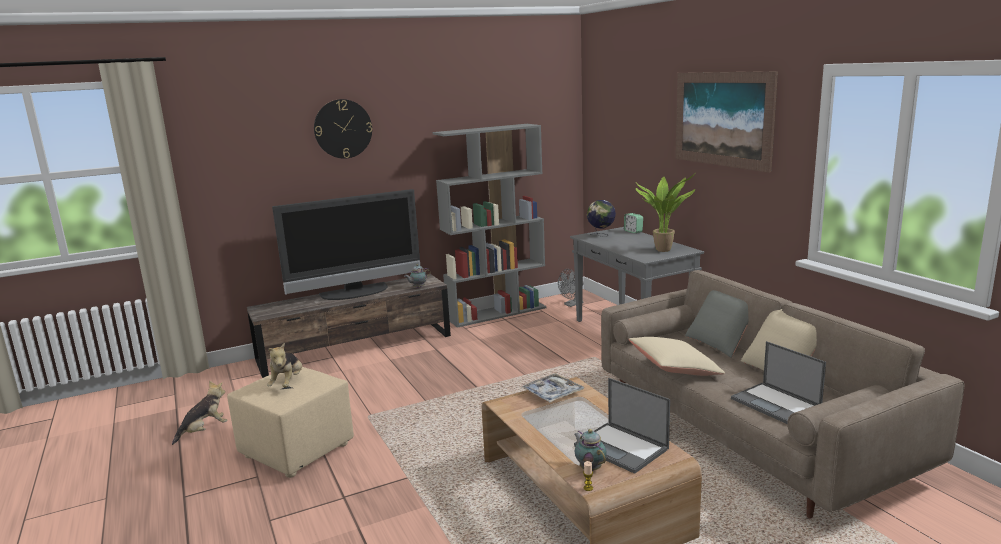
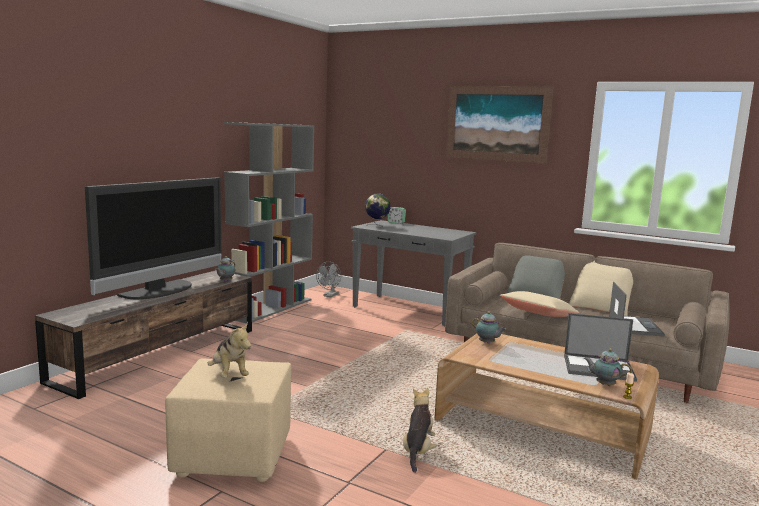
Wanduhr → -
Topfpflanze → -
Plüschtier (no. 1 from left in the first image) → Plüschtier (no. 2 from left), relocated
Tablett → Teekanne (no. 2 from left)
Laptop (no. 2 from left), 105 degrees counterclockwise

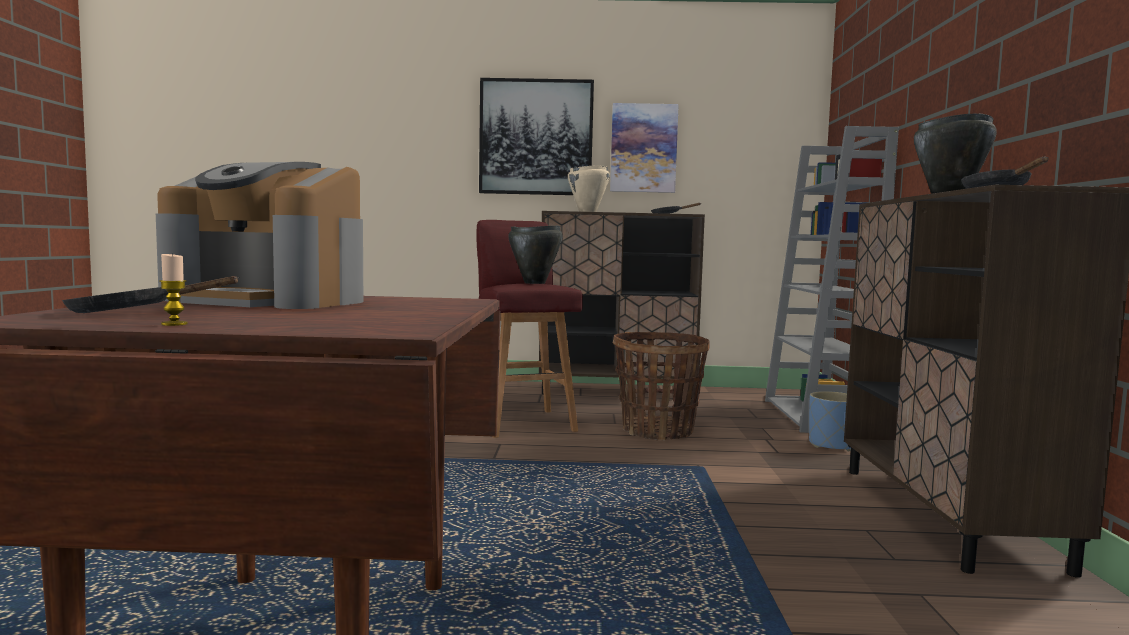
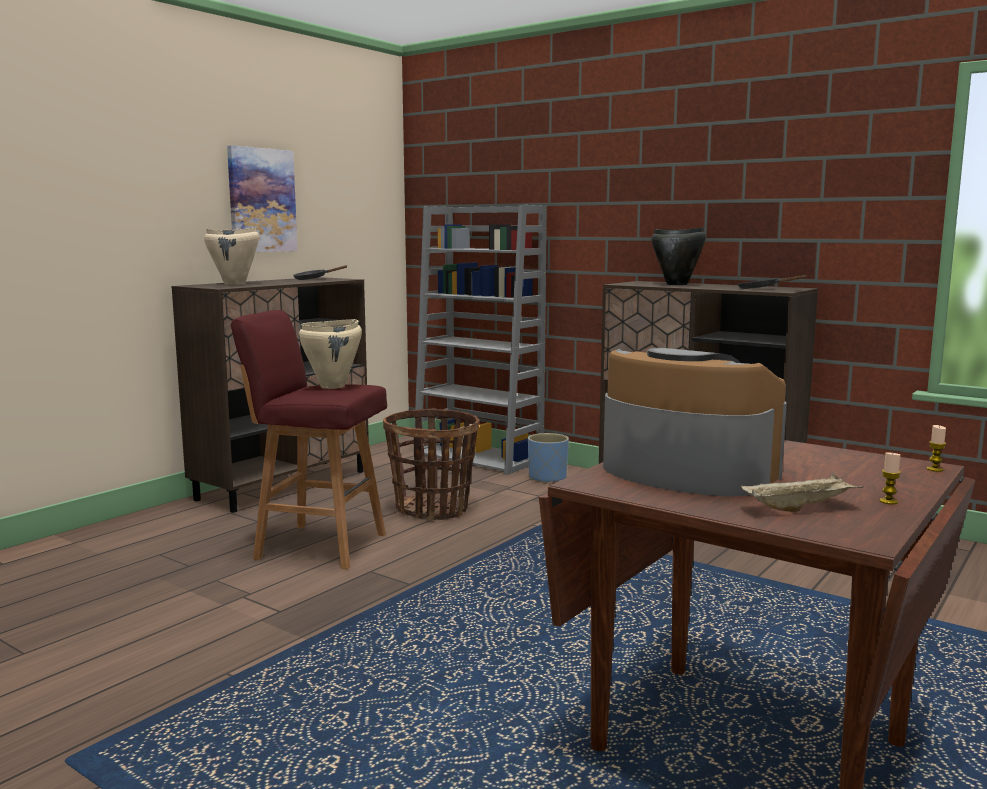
Bild (no. 1 from left) → -
- → Kerze (no. 2 from left)
Pfanne [schwarz] (no. 1 from left) → Tablett [beige]
Kochtopf [schwarz] (no. 1 from left) → Kochtopf [beige] (no. 2 from left)
Kaffeemaschine, 105 degrees counterclockwise

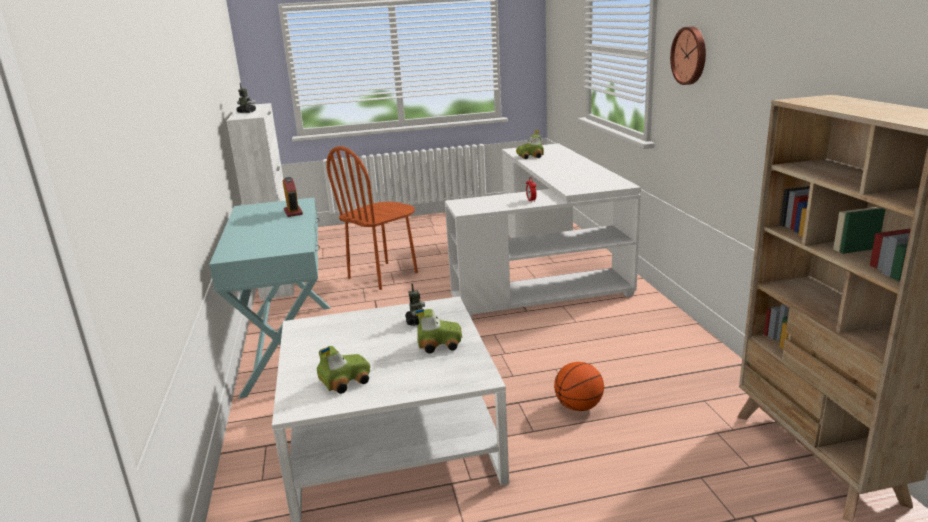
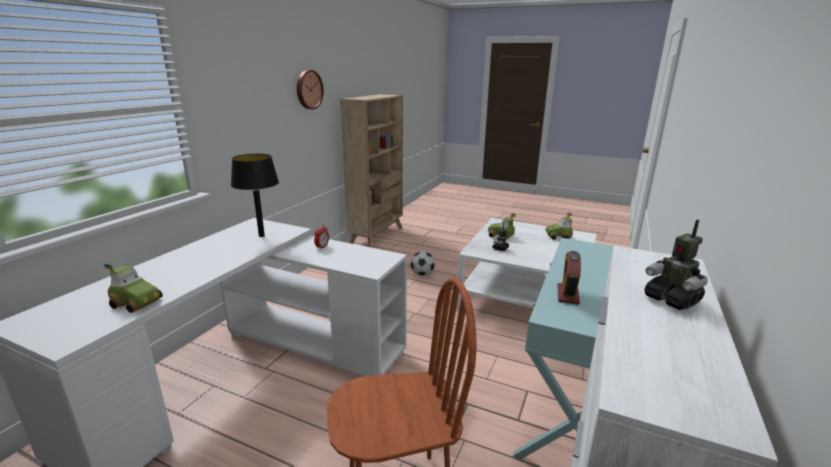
- → Tischlampe [schwarz]
Wanduhr, relocated
Basketball → Fußball

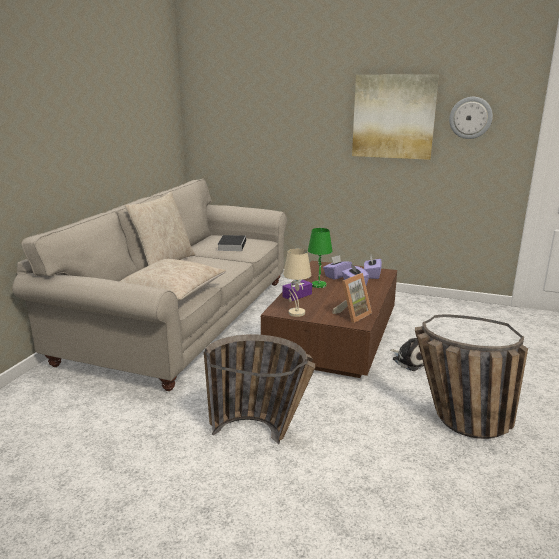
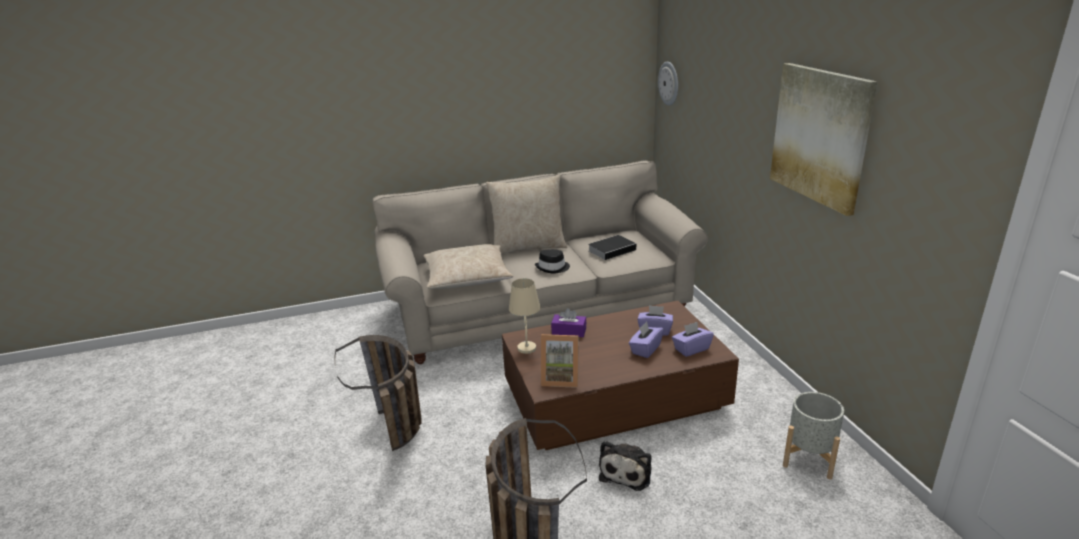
Tischlampe [grün] → -
- → Hut [schwarz]
- → Pflanzkübel [grau]
Wanduhr, relocated

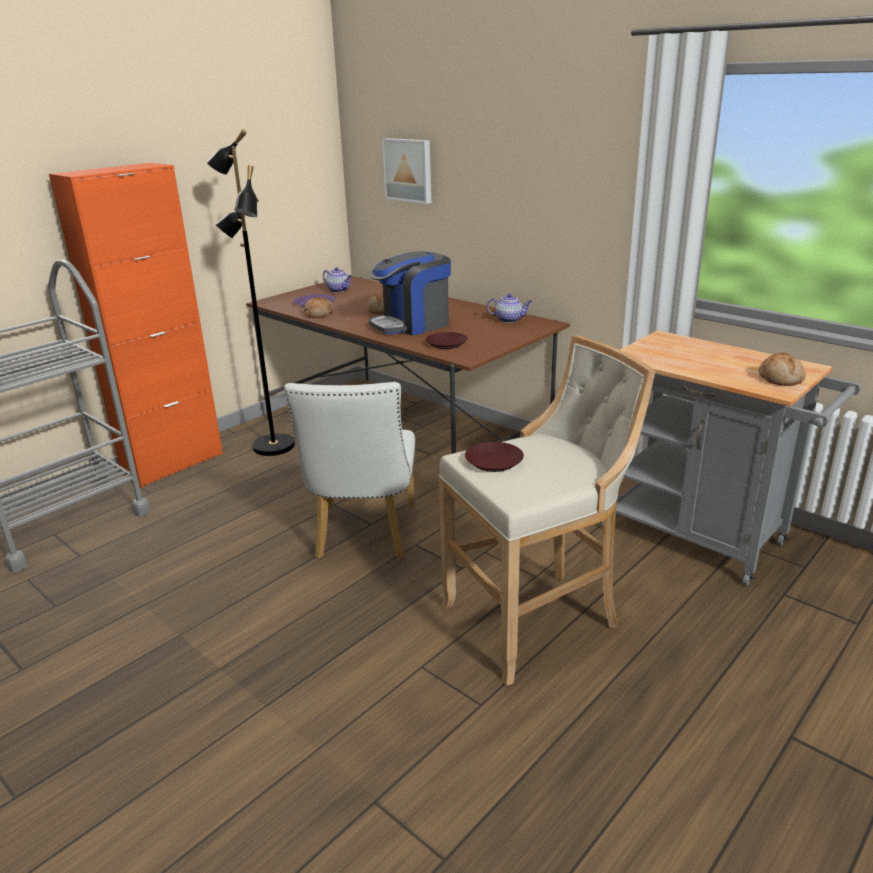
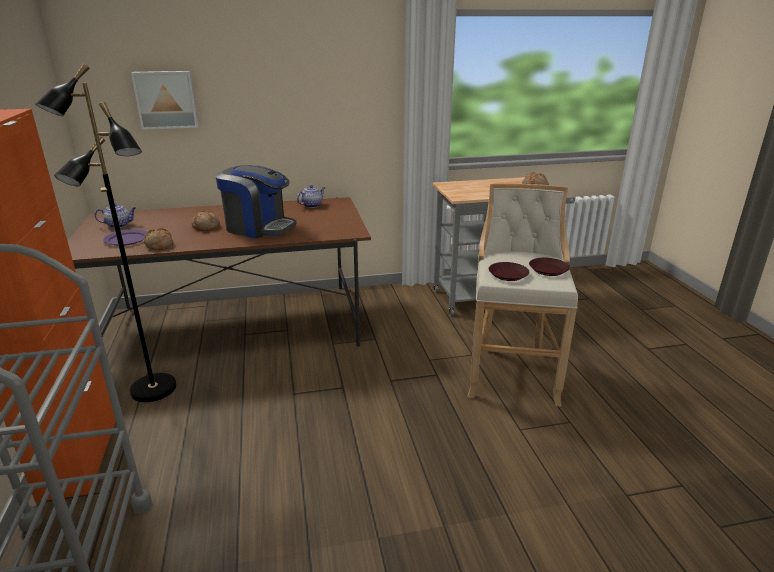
Stuhl [weiß] → -
Teller [braun] (no. 1 from left in the first image) → Teller [braun] (no. 2 from left), relocated
Kaffeemaschine, 75 degrees counterclockwise

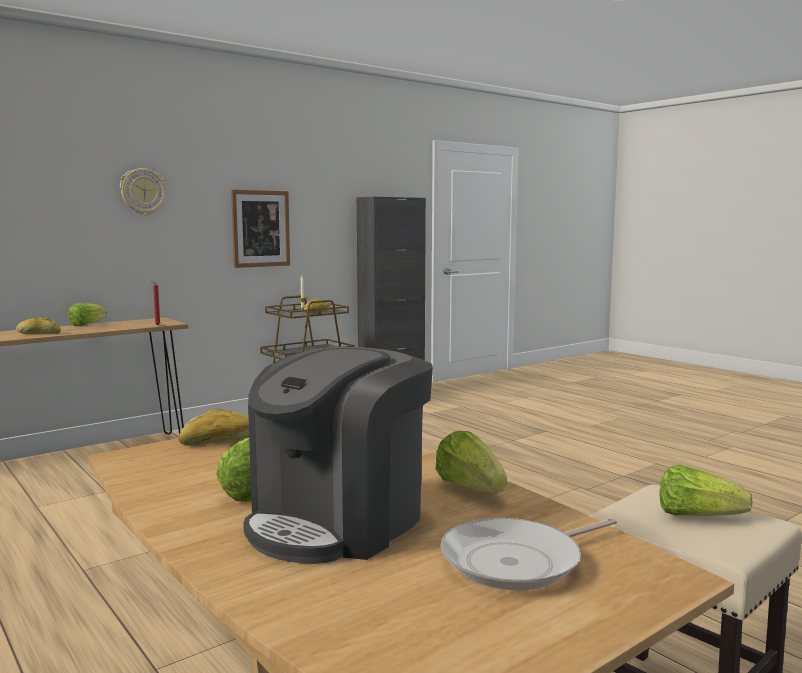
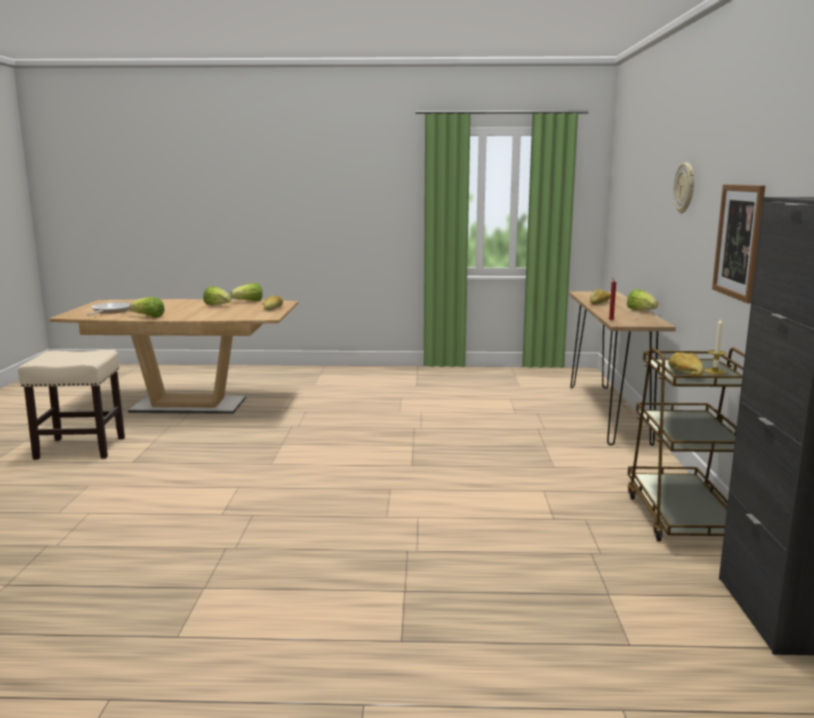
Kaffeemaschine → -
Salatkopf (no. 4 from left in the first image) → Salatkopf (no. 3 from left), relocated

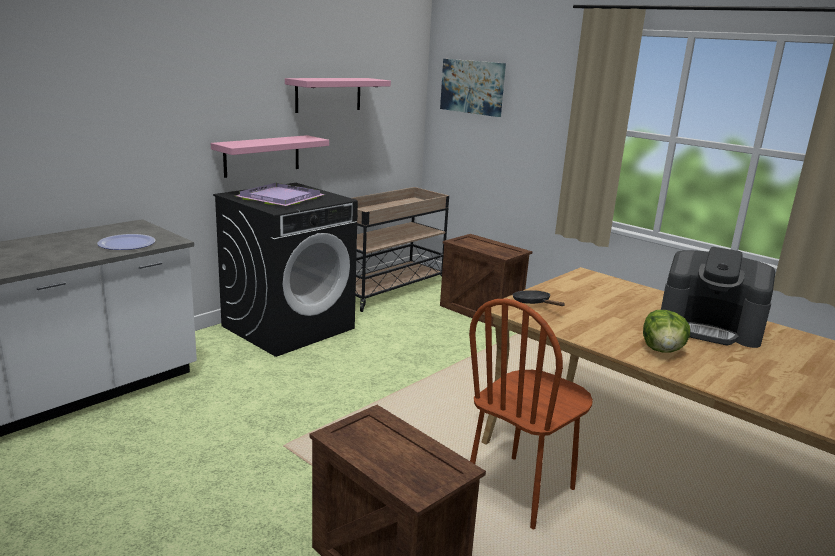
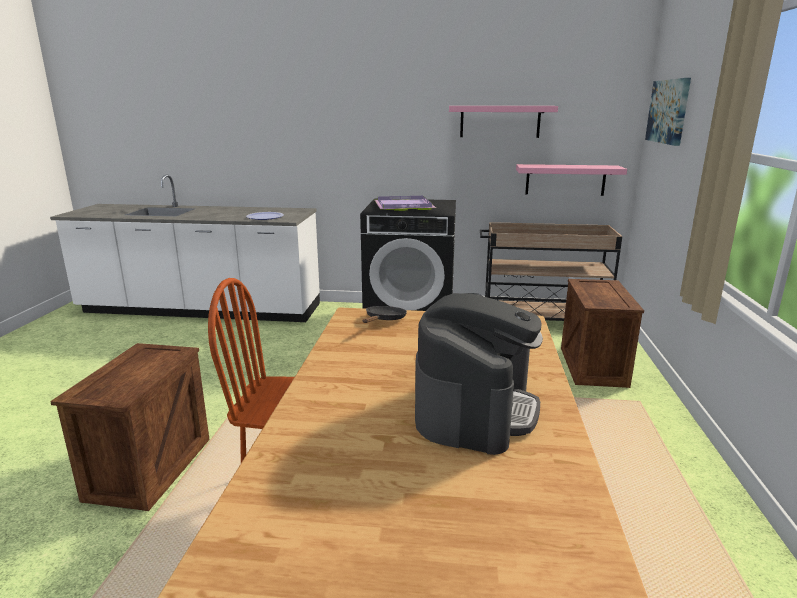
Salatkopf → -
Wandregal [rosa] (no. 1 from left in the first image) → Wandregal [rosa] (no. 2 from left), relocated
Kaffeemaschine, 150 degrees counterclockwise

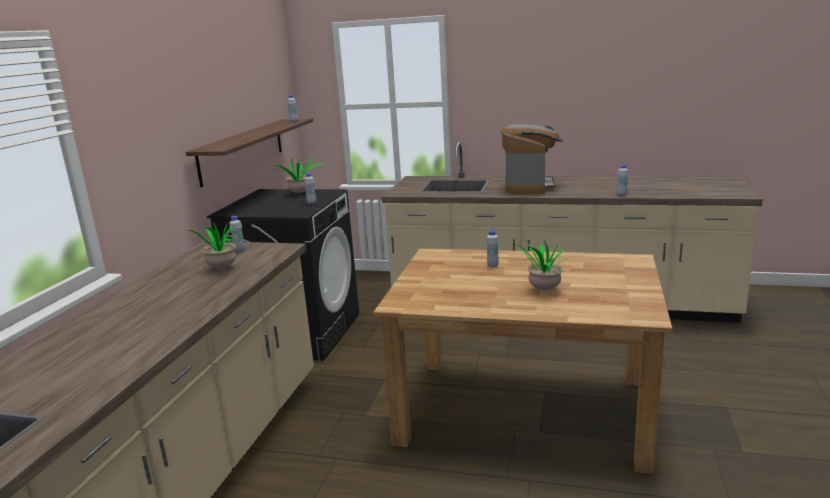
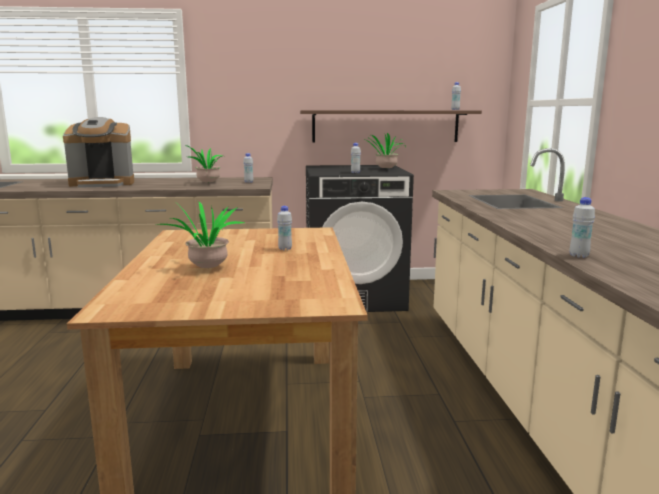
Kaffeemaschine, relocated

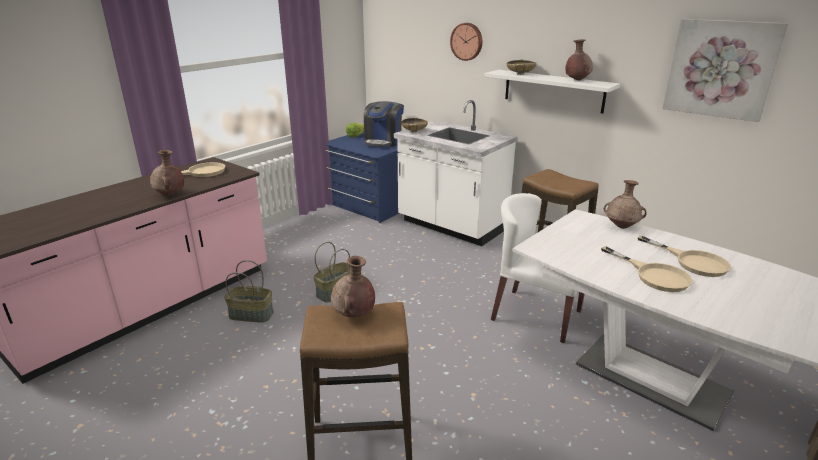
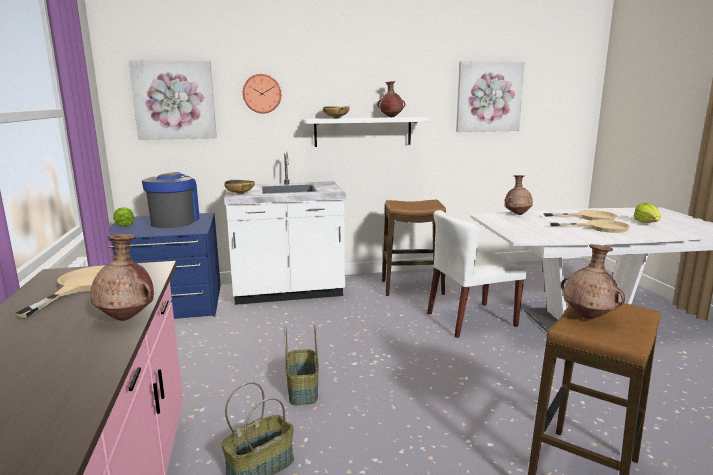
- → Bild (no. 1 from left)
- → Salatkopf (no. 2 from left)
Kaffeemaschine, 150 degrees counterclockwise

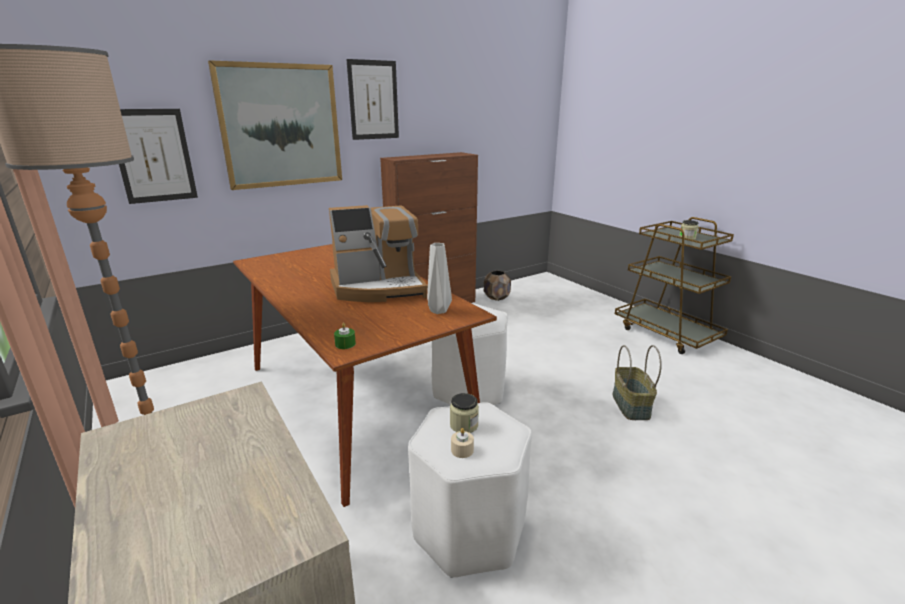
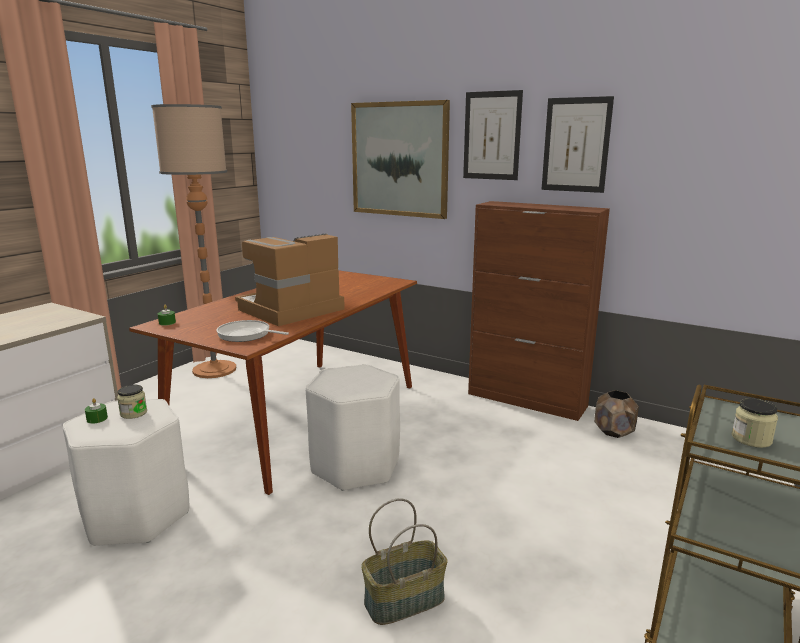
Bild (no. 1 from left in the first image) → Bild (no. 3 from left), relocated
Vase [grau] → Pfanne
Kerze [beige] → Kerze [grün] (no. 1 from left)
Kaffeemaschine, 90 degrees clockwise

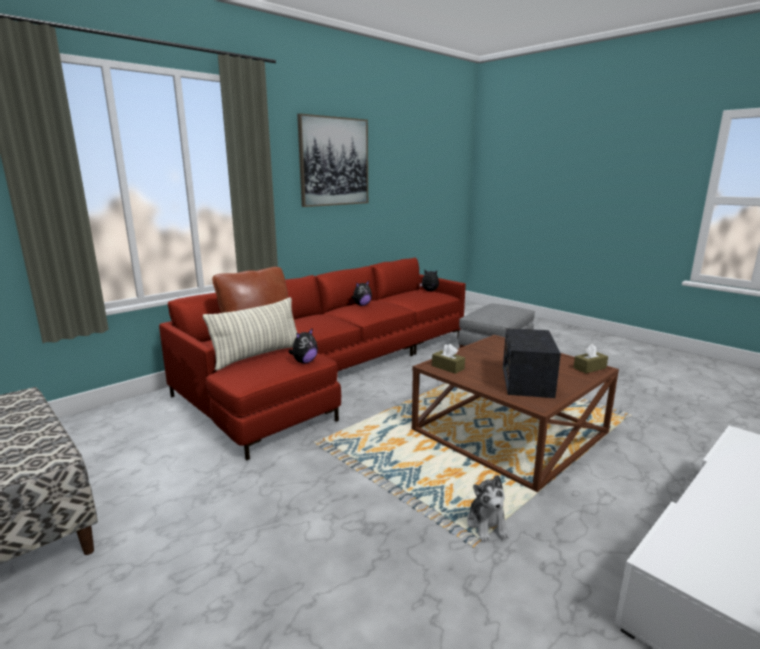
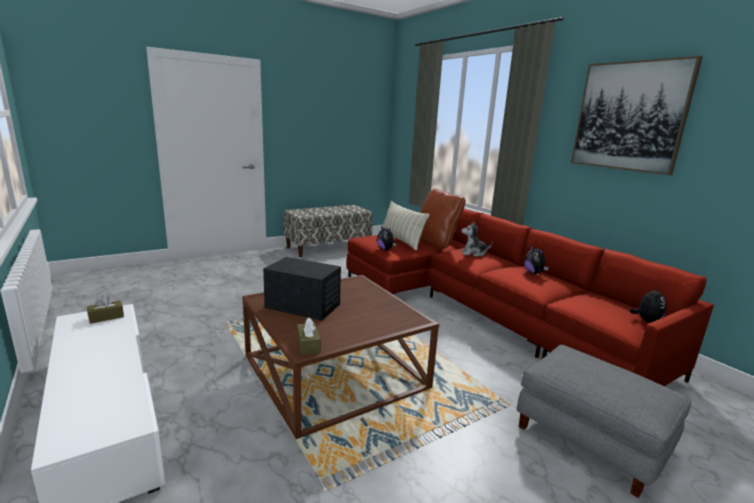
Taschentuchbox [braun] (no. 1 from left), relocated
Plüschtier (no. 4 from left in the first image) → Plüschtier (no. 2 from left), relocated

